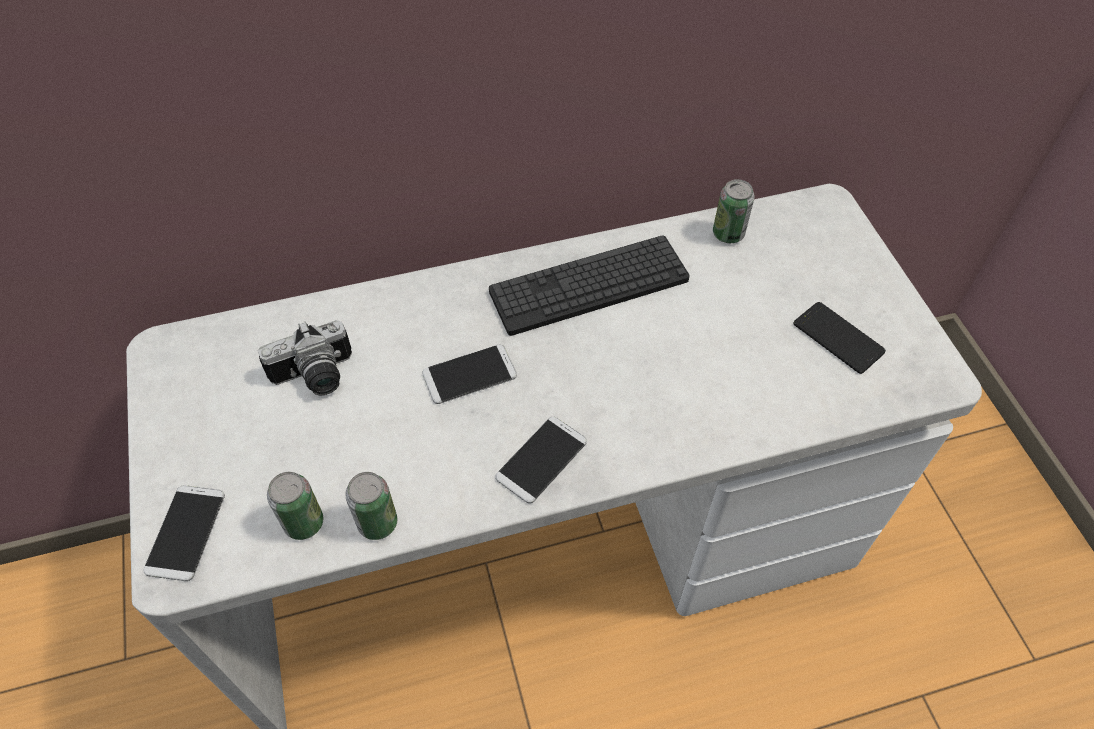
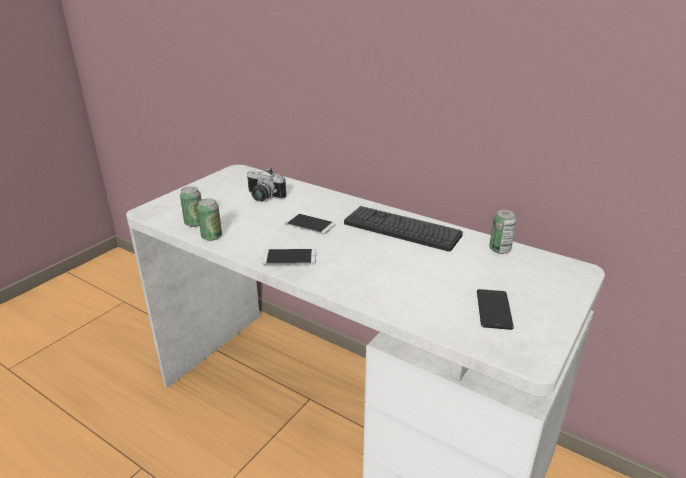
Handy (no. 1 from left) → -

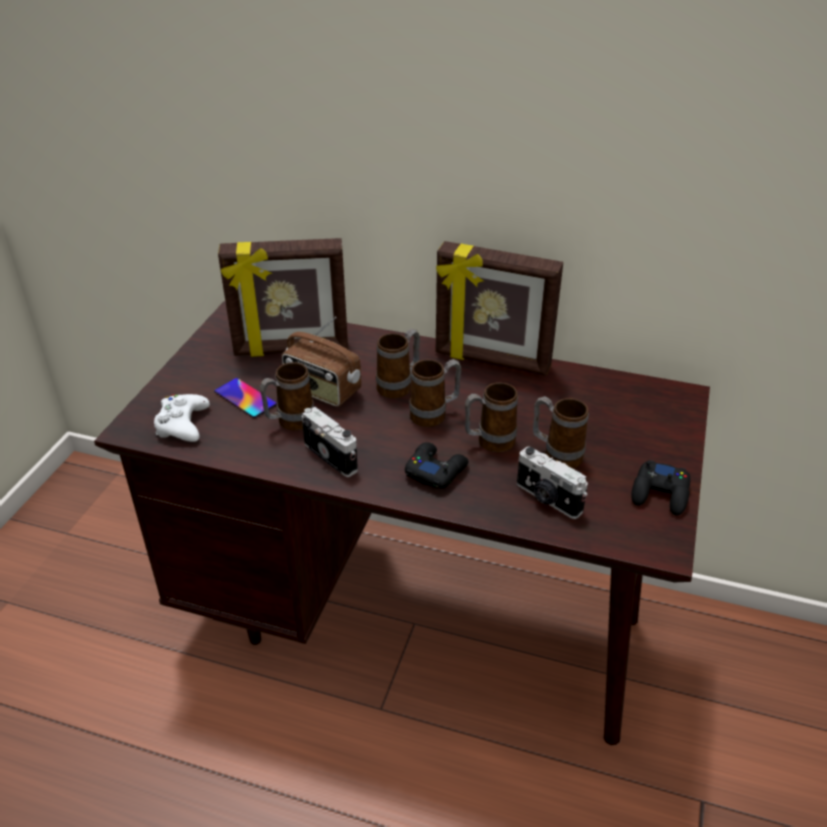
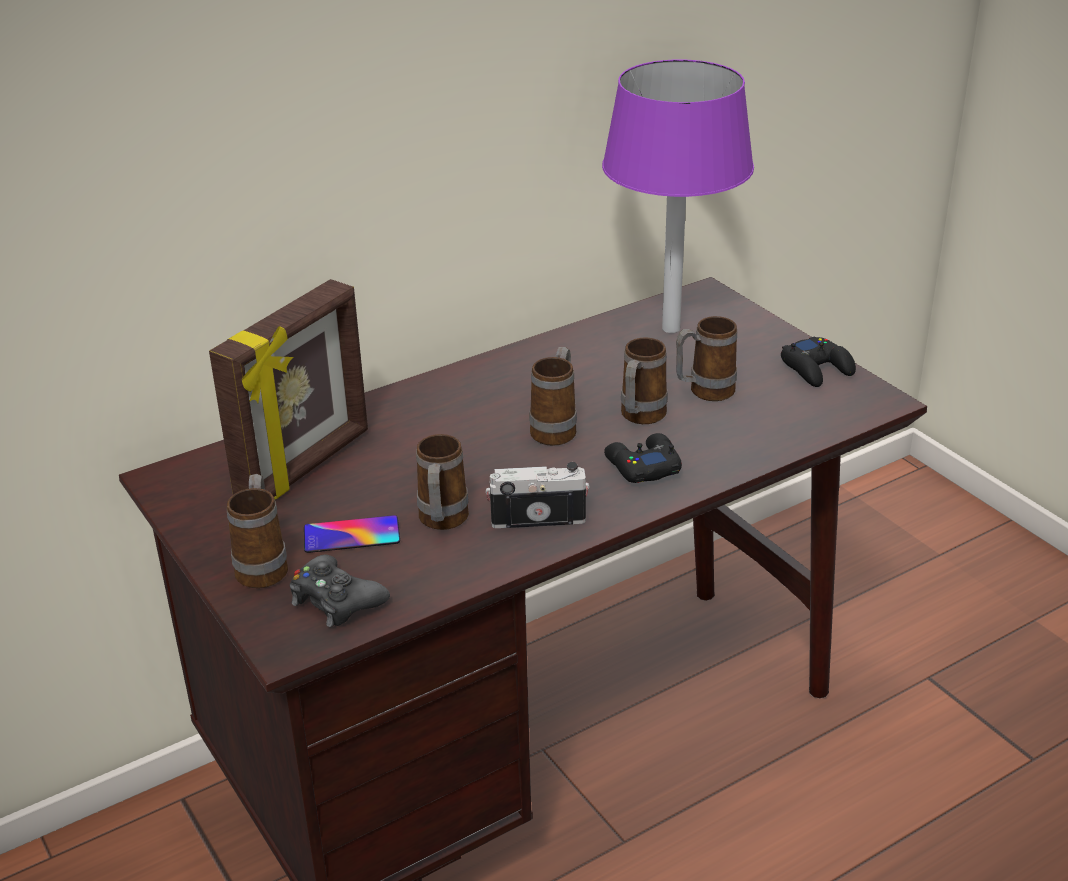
Radio → -
Bilderrahmen (no. 2 from left) → -
Kamera (no. 2 from left) → -
- → Tischlampe [lila]
Henkelbecher (no. 2 from left in the first image) → Henkelbecher (no. 1 from left), relocated
Gamepad [weiß] → Gamepad [schwarz] (no. 1 from left)

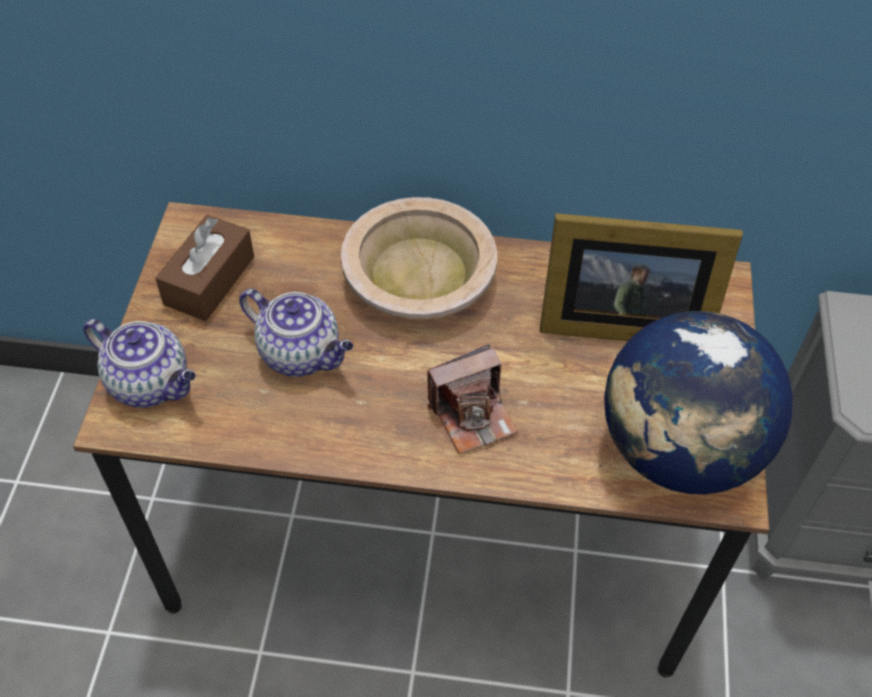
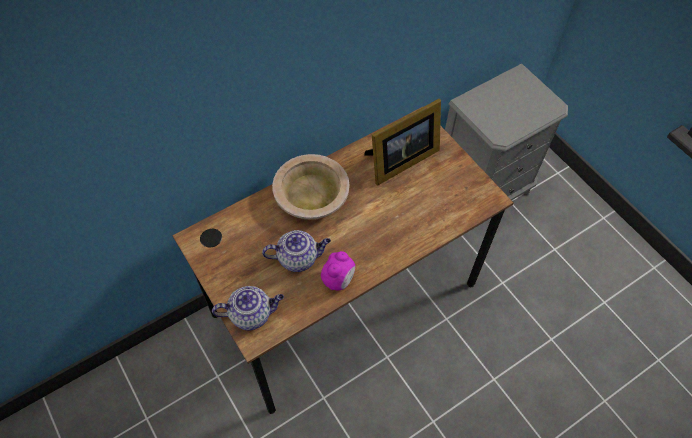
Taschentuchbox [braun] → -
Kamera → -
Globus → -
- → Wecker

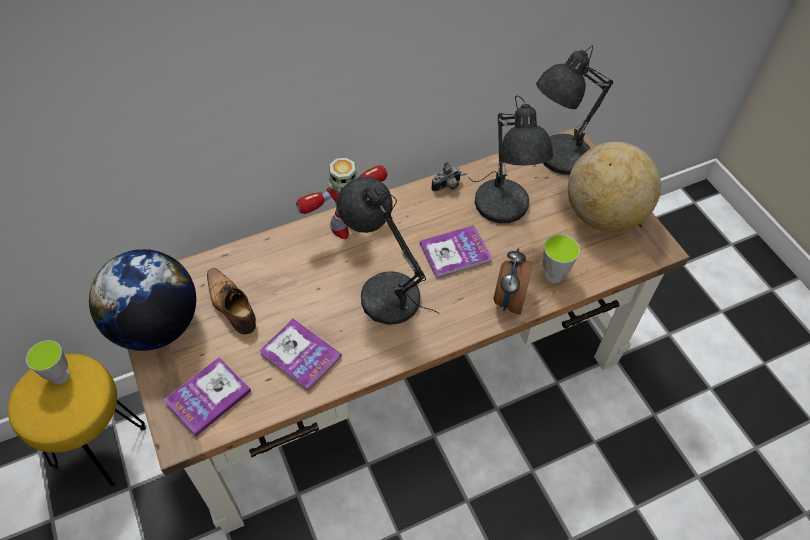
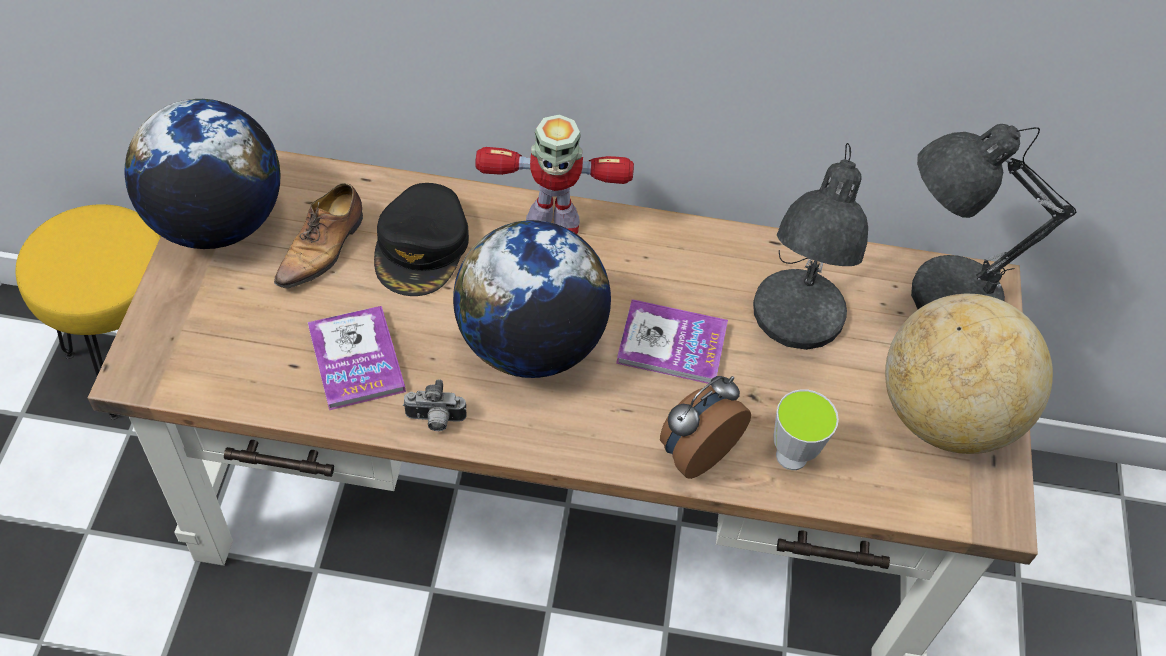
Tasse (no. 1 from left) → -
Buch (no. 1 from left) → -
- → Kappe [schwarz]
Kamera, relocated
Tischlampe [grau] (no. 1 from left) → Globus (no. 2 from left)
Schuh, 150 degrees counterclockwise

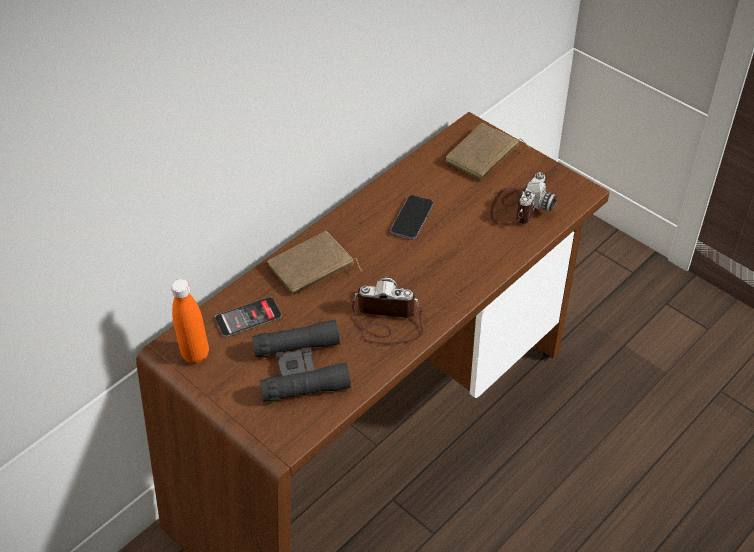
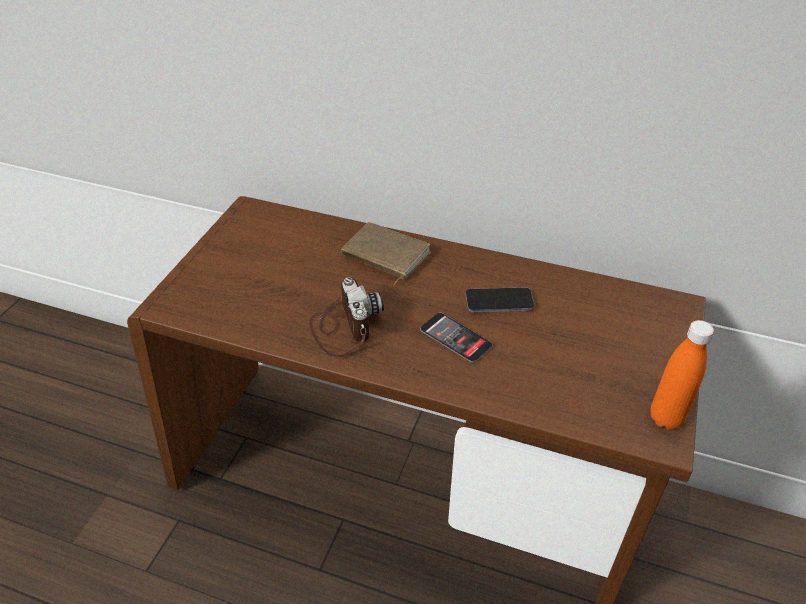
Fernglas [schwarz] → -
Buch [braun] (no. 2 from left) → -
Kamera (no. 2 from left) → -
Flasche [orange], relocated
Handy (no. 1 from left), relocated

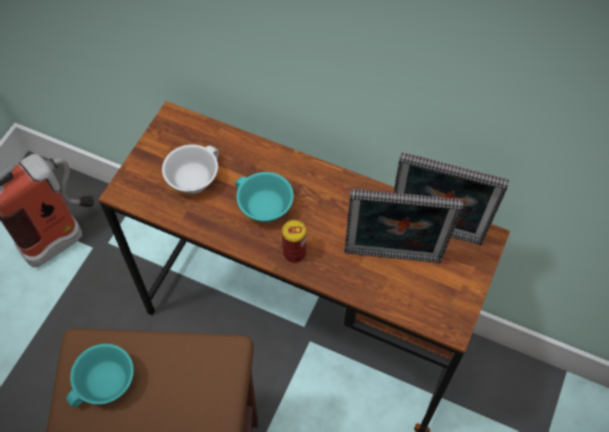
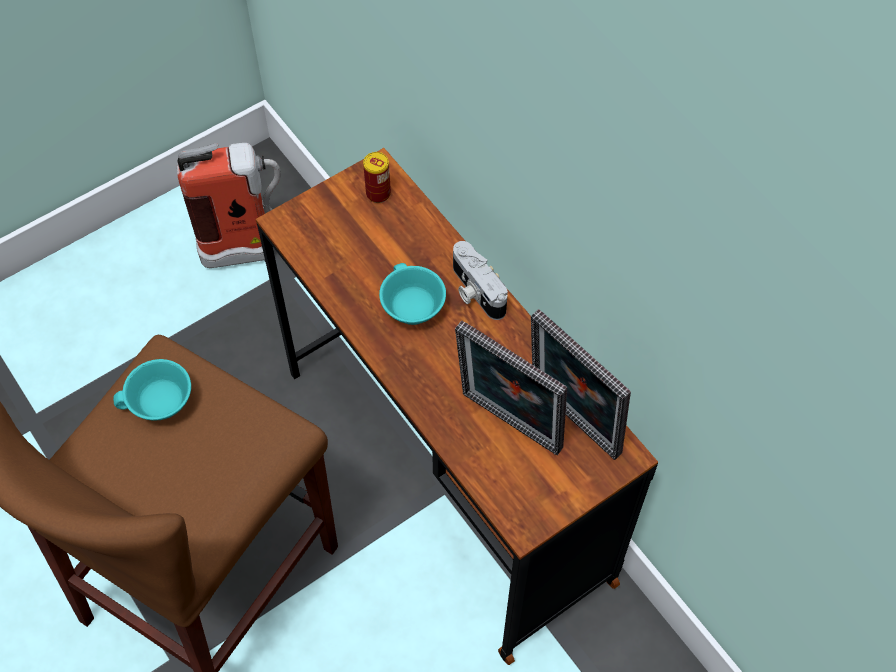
Tasse [weiß] → -
- → Kamera
Dose, relocated

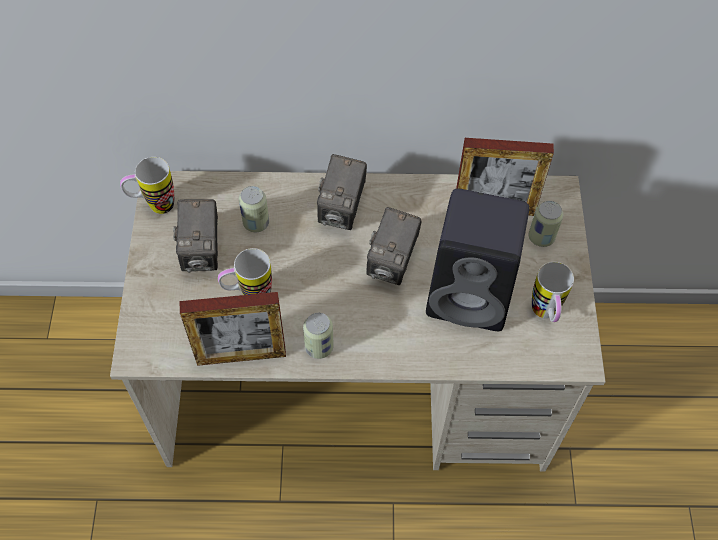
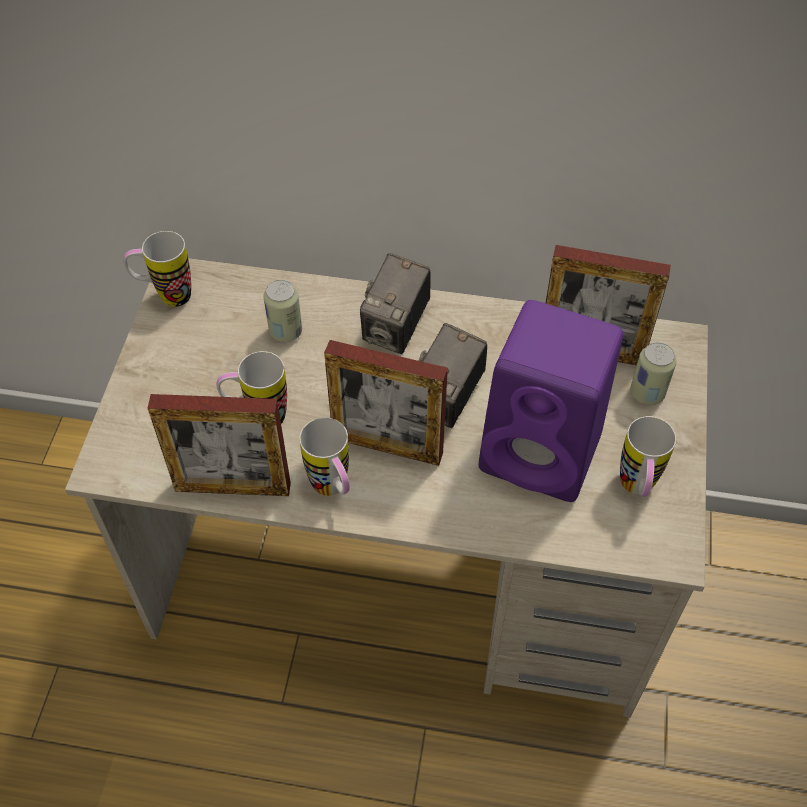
Kamera (no. 1 from left) → -
- → Bilderrahmen (no. 2 from left)
Dose (no. 2 from left) → Henkelbecher (no. 3 from left)
Lautsprecher [schwarz] → Lautsprecher [lila]

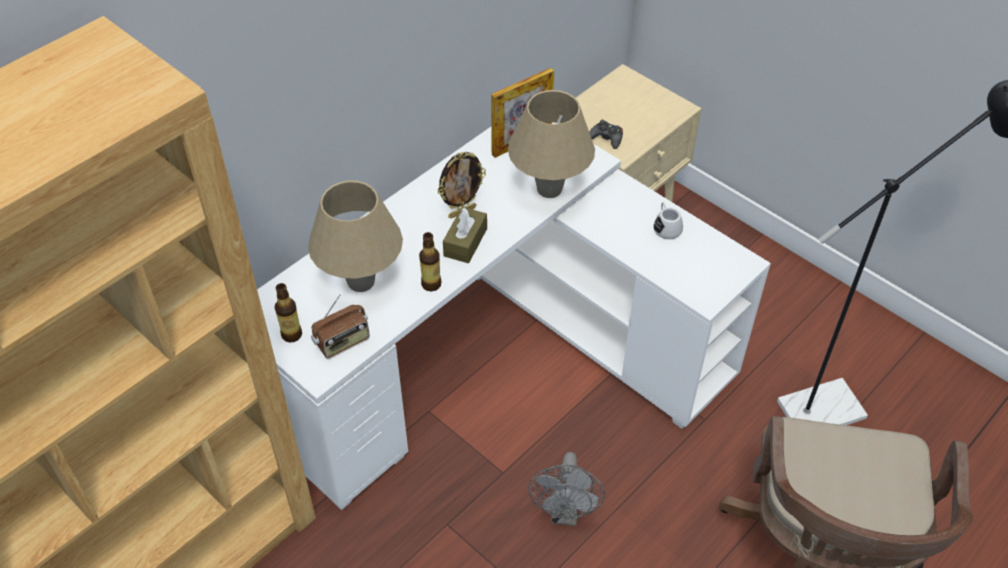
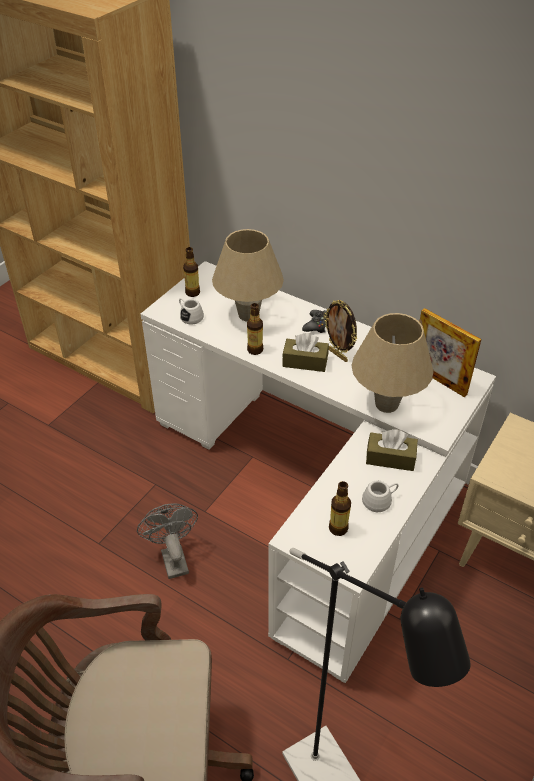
- → Flasche (no. 3 from left)
- → Taschentuchbox [braun] (no. 2 from left)
Gamepad [schwarz], relocated
Radio → Henkelbecher [weiß] (no. 1 from left)
Ventilator [grau], 75 degrees clockwise

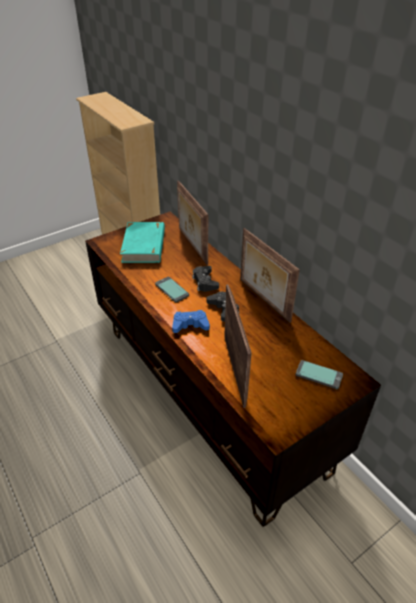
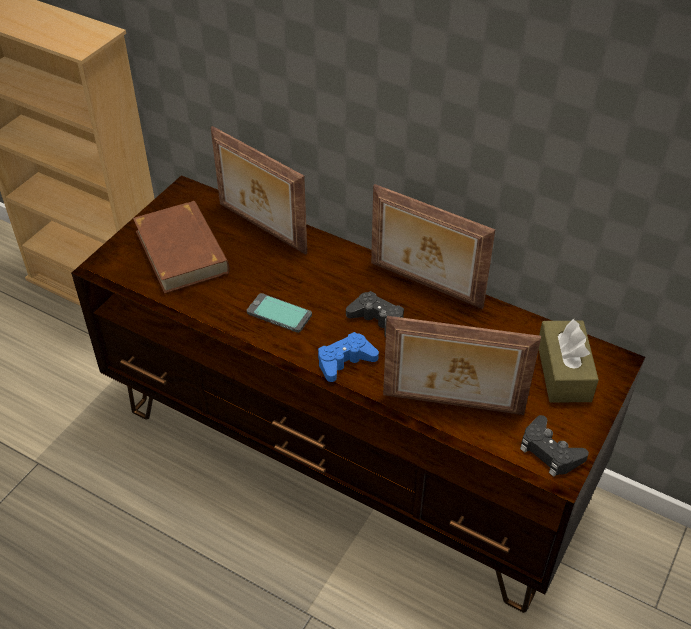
Gamepad [schwarz] (no. 1 from left in the first image) → Gamepad [schwarz] (no. 2 from left), relocated
Handy (no. 2 from left) → Taschentuchbox [braun]
Buch [türkis] → Buch [braun]
Bilderrahmen (no. 2 from left in the first image) → Bilderrahmen (no. 3 from left), 135 degrees clockwise

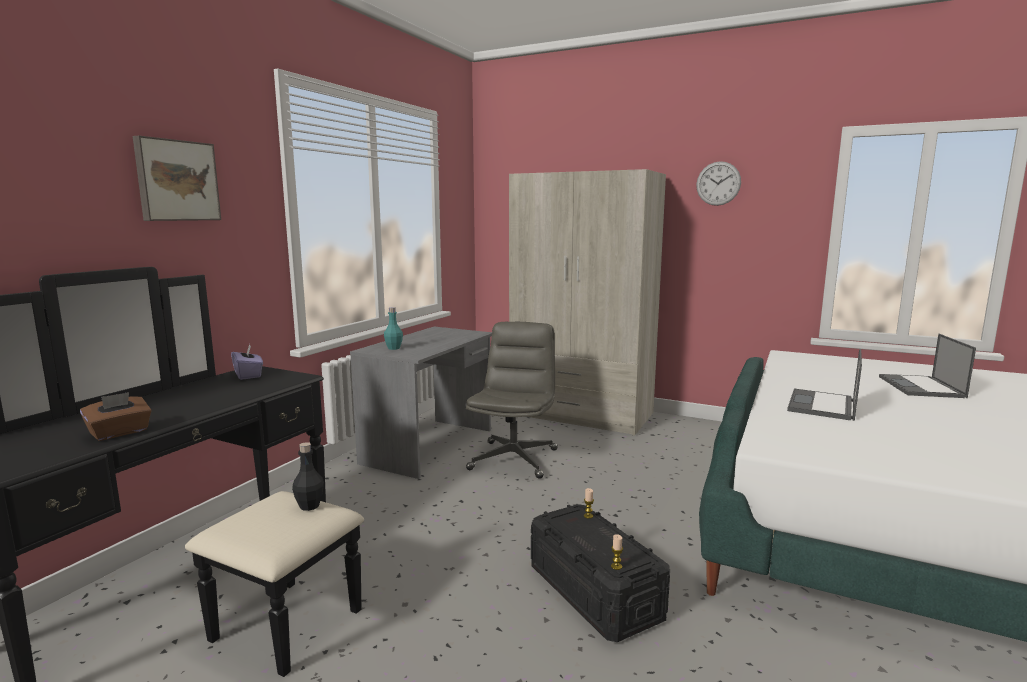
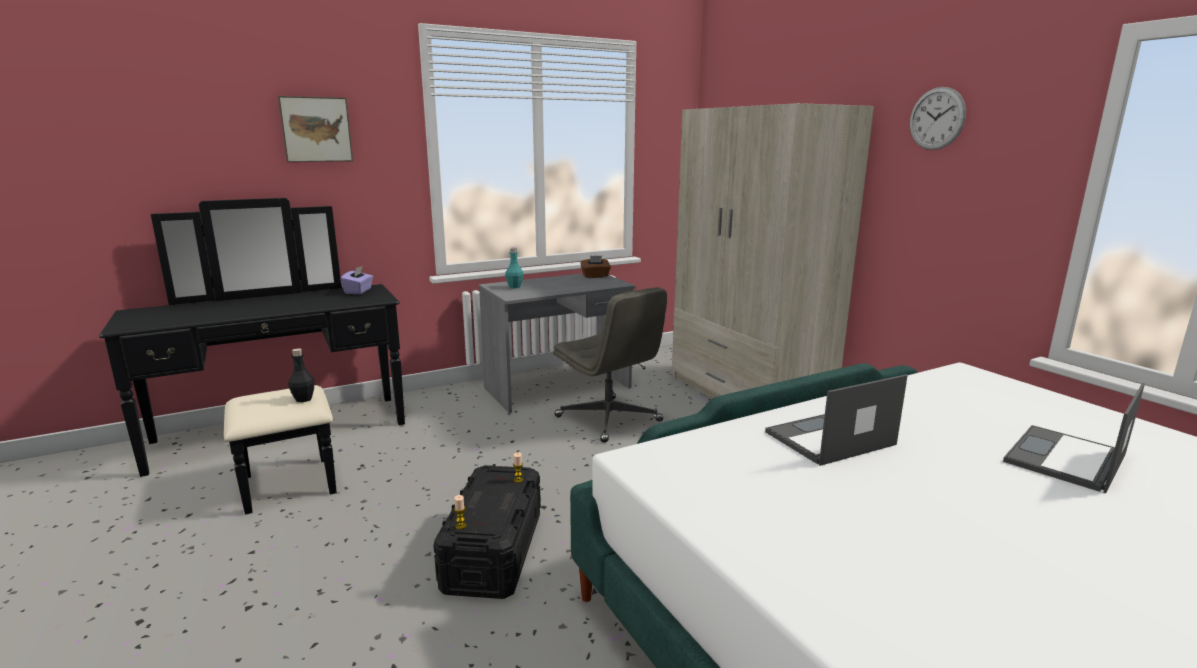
Taschentuchbox [braun], relocated
Bürostuhl [grau], 90 degrees clockwise

